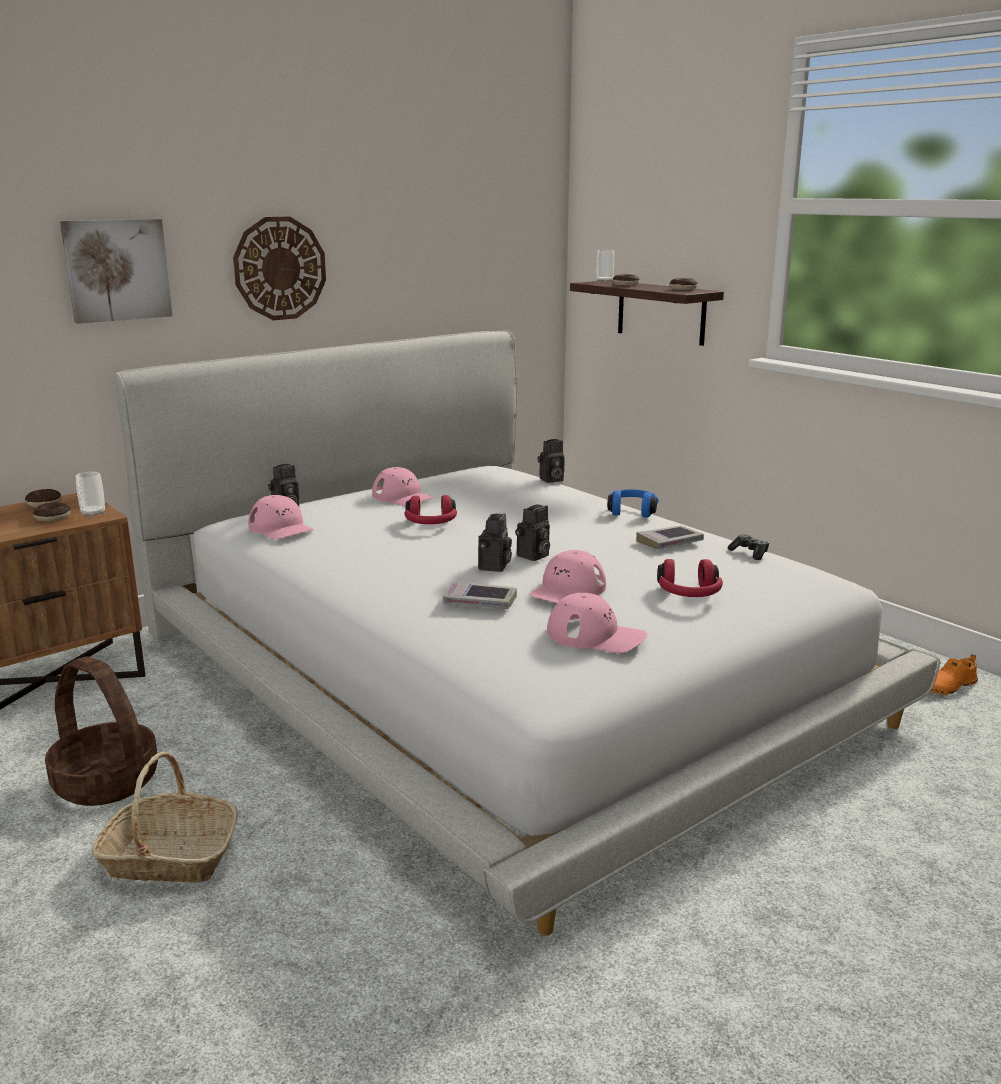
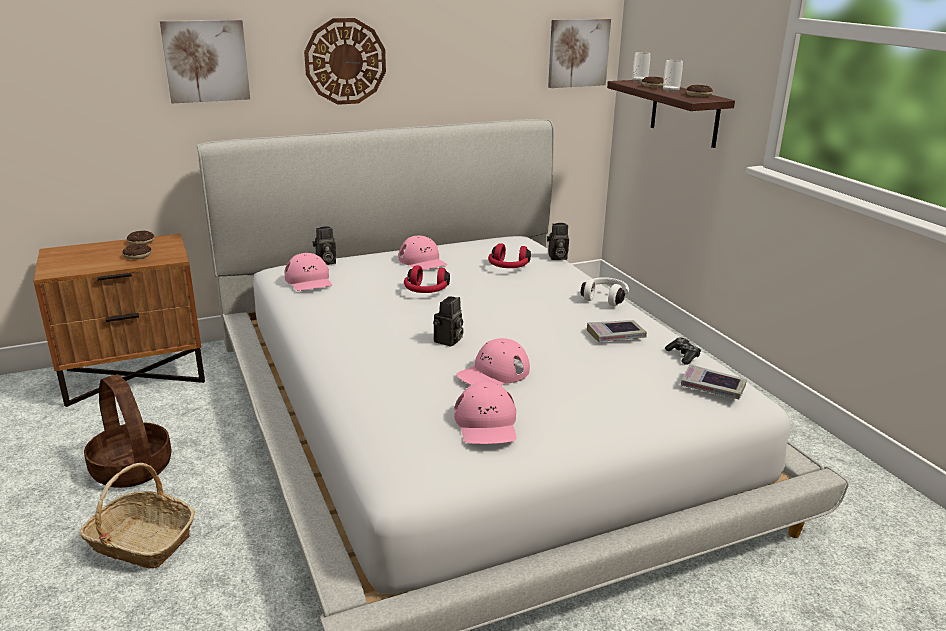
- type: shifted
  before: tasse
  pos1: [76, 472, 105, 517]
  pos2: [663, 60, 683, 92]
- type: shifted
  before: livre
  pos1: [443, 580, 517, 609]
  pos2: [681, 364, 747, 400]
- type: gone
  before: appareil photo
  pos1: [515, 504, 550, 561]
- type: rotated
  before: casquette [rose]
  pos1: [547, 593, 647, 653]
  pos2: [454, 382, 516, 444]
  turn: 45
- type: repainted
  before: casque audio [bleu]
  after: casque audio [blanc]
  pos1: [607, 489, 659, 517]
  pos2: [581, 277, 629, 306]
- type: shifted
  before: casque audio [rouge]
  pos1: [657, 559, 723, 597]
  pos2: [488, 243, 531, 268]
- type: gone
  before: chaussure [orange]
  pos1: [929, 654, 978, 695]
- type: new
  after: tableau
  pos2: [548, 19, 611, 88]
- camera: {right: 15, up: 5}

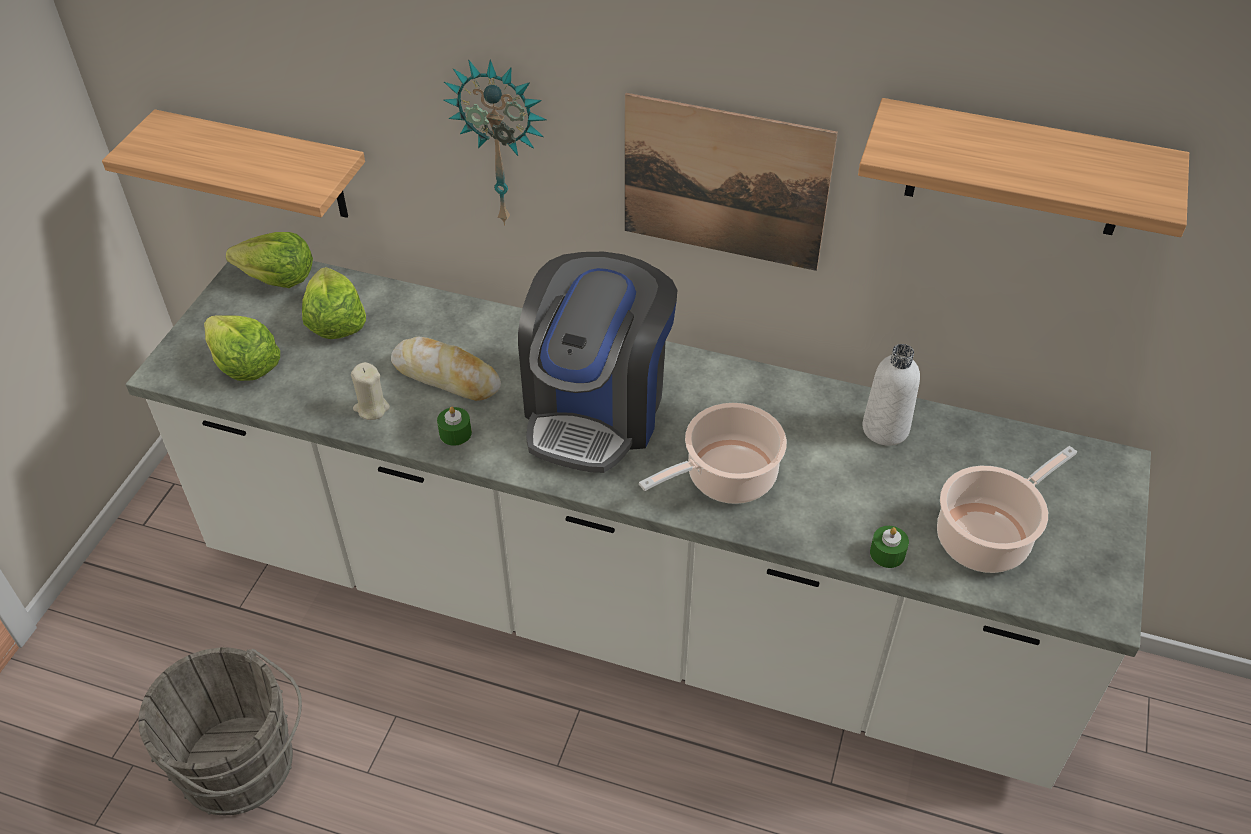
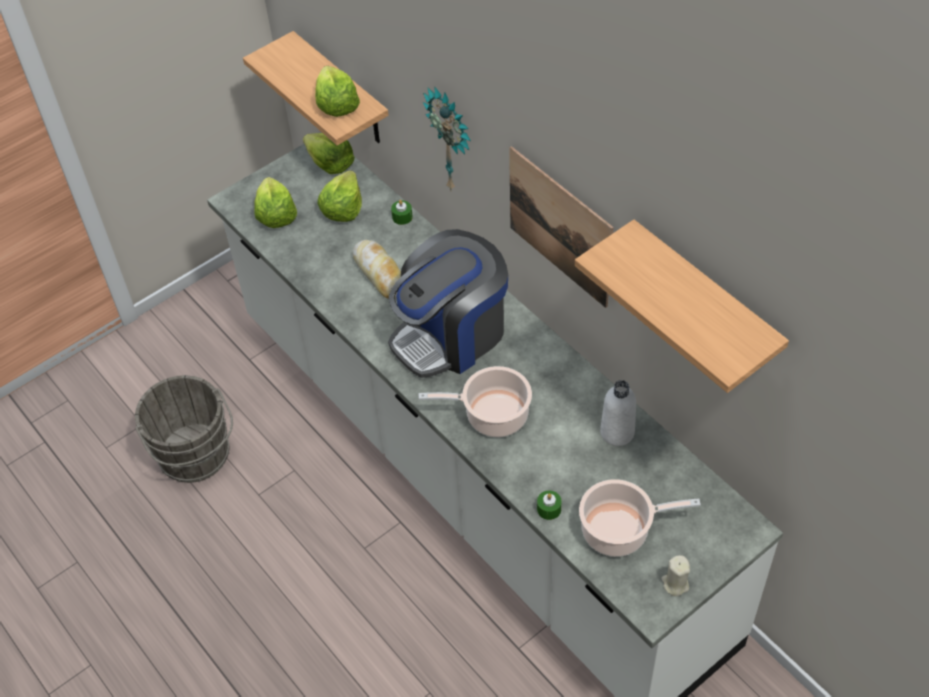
- type: shifted
  before: bougie [beige]
  pos1: [351, 362, 390, 420]
  pos2: [661, 555, 690, 596]
- type: shifted
  before: bougie [vert]
  pos1: [437, 407, 472, 446]
  pos2: [391, 200, 413, 225]
- type: new
  after: laitue
  pos2: [315, 66, 360, 117]
- camera: {right: 35, up: 5}

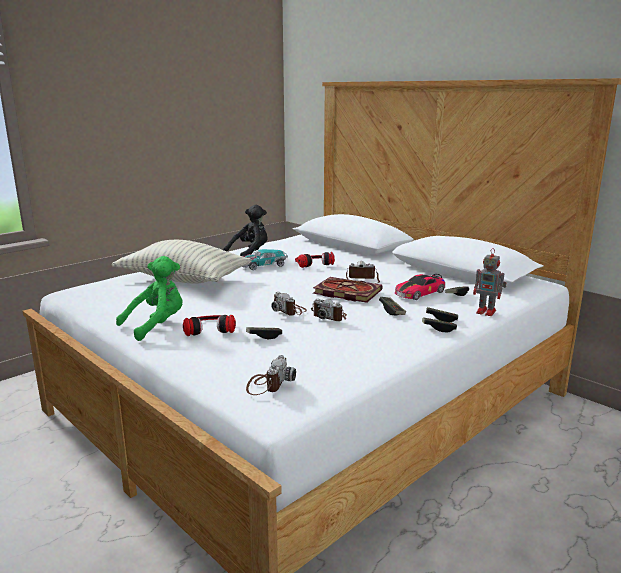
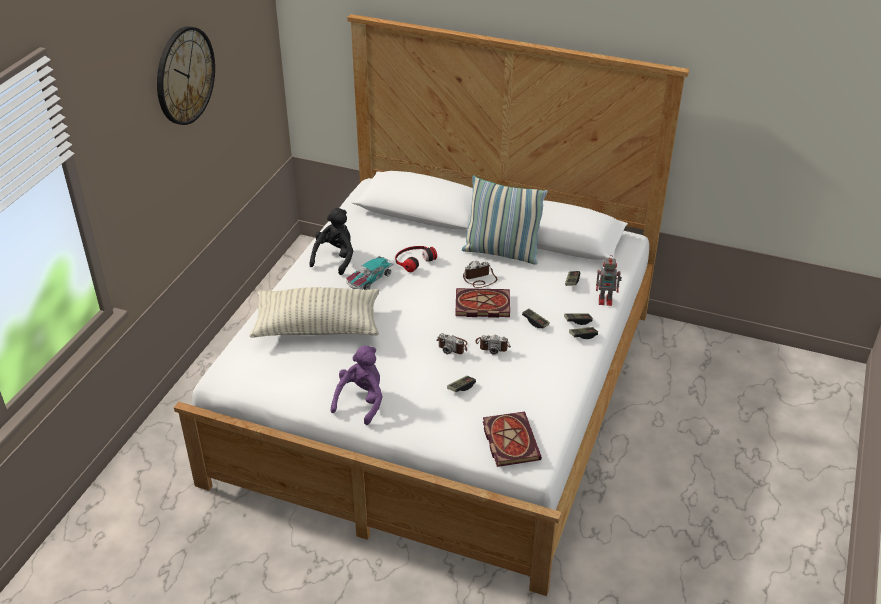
- type: repainted
  before: peluche [vert]
  after: peluche [violet]
  pos1: [116, 256, 183, 341]
  pos2: [331, 346, 383, 425]
- type: gone
  before: casque audio
  pos1: [183, 315, 236, 336]
- type: swapped
  before: appareil photo
  after: livre
  pos1: [246, 355, 296, 395]
  pos2: [483, 412, 542, 467]
- type: gone
  before: petite voiture
  pos1: [395, 274, 445, 300]
- type: new
  after: horloge murale
  pos2: [157, 26, 215, 125]
- type: new
  after: coussin
  pos2: [462, 175, 548, 265]
- camera: {right: -25, up: 20}

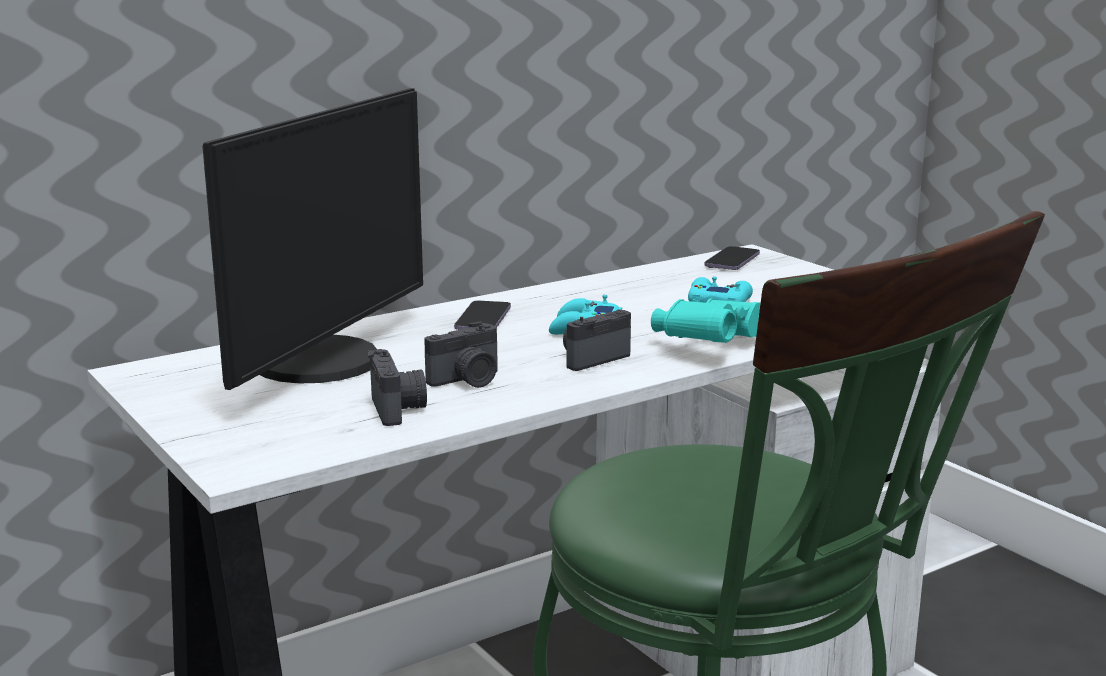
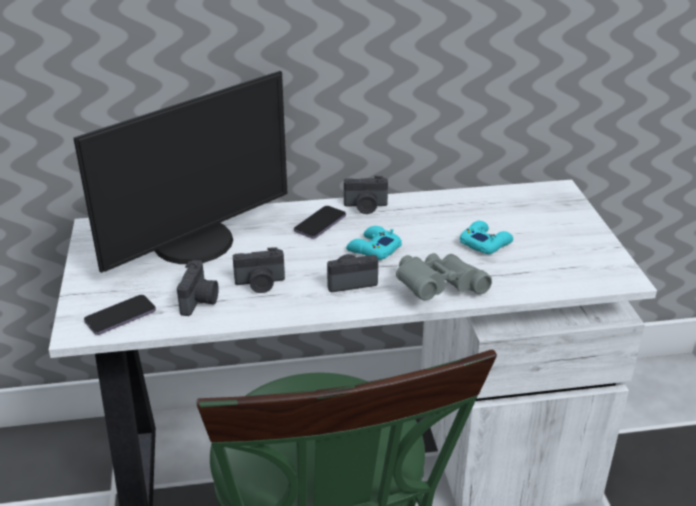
- type: repainted
  before: jumelles [turquoise]
  after: jumelles [gris]
  pos1: [651, 298, 761, 343]
  pos2: [396, 253, 492, 300]
- type: shifted
  before: téléphone
  pos1: [705, 246, 760, 270]
  pos2: [84, 295, 156, 335]
- type: new
  after: appareil photo
  pos2: [344, 176, 388, 214]
- camera: {right: 25, up: 15}

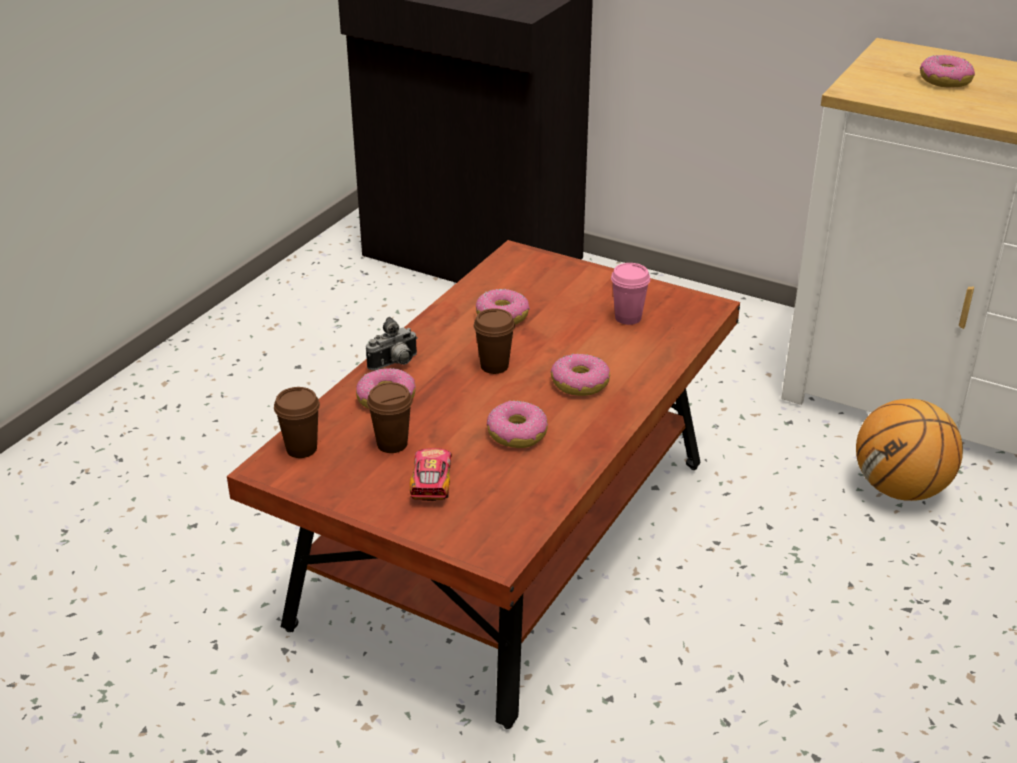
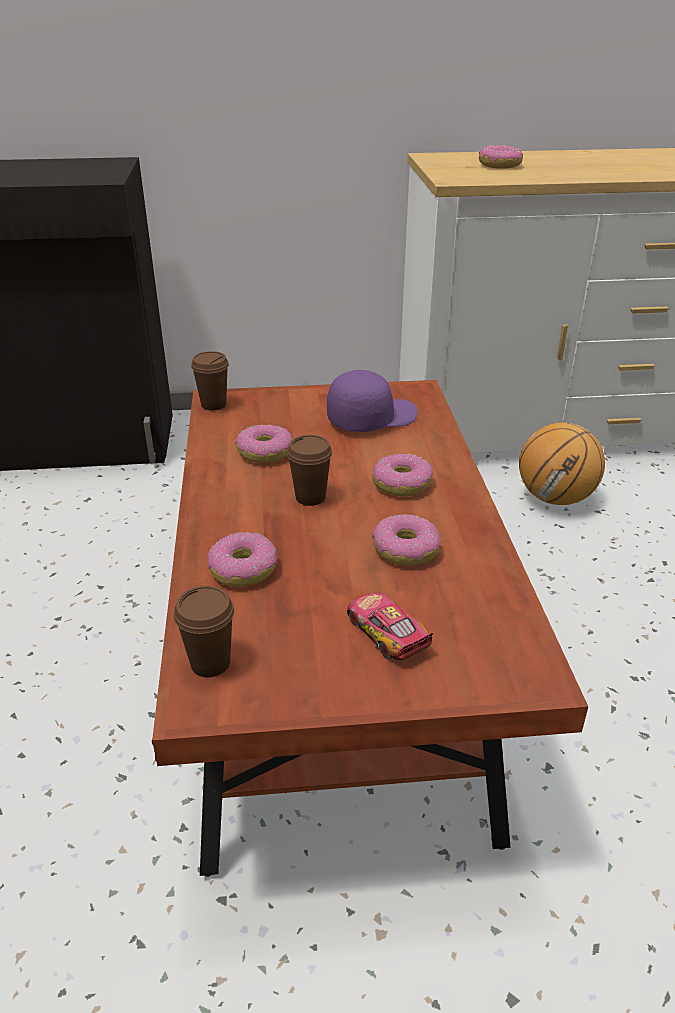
- type: gone
  before: appareil photo
  pos1: [366, 317, 418, 370]
- type: shifted
  before: tasse [marron]
  pos1: [367, 382, 413, 453]
  pos2: [191, 351, 229, 411]
- type: swapped
  before: tasse [rose]
  after: casquette [violet]
  pos1: [611, 263, 650, 325]
  pos2: [327, 370, 417, 432]
- camera: {right: -35, up: 0}

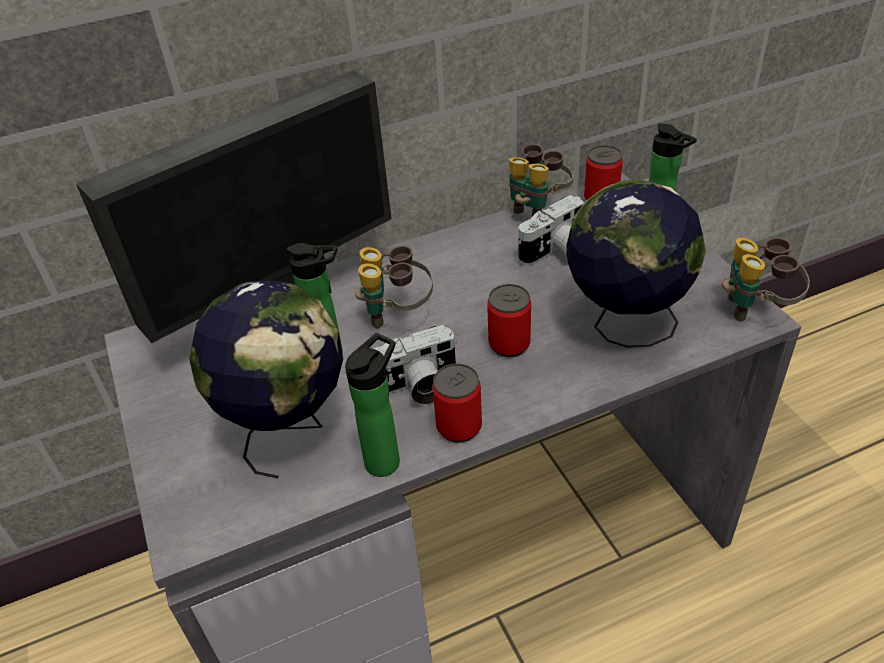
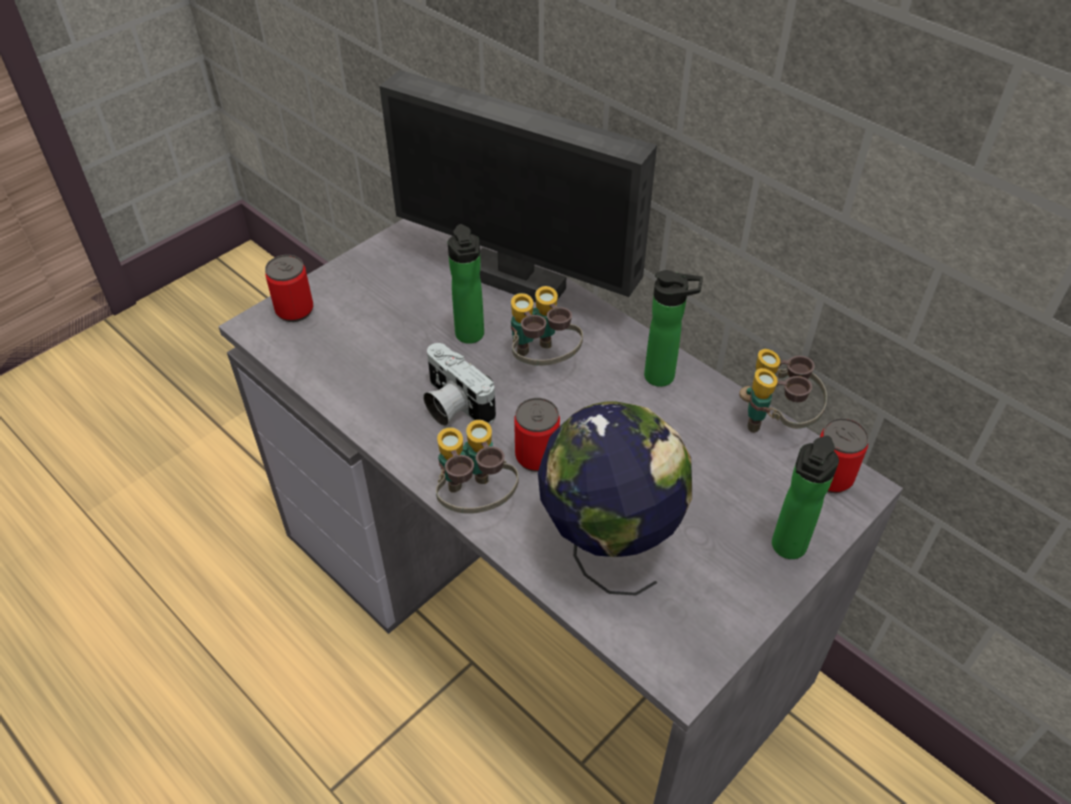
- type: gone
  before: globe
  pos1: [189, 281, 343, 478]
- type: shifted
  before: bouteille
  pos1: [345, 333, 400, 477]
  pos2: [644, 270, 703, 387]
- type: shifted
  before: boîte métallique
  pos1: [432, 363, 482, 443]
  pos2: [265, 255, 313, 322]
- type: gone
  before: appareil photo
  pos1: [518, 195, 584, 265]
- type: shifted
  before: jumelles
  pos1: [722, 238, 810, 322]
  pos2: [436, 420, 519, 514]
- camera: {right: 65, up: 5}

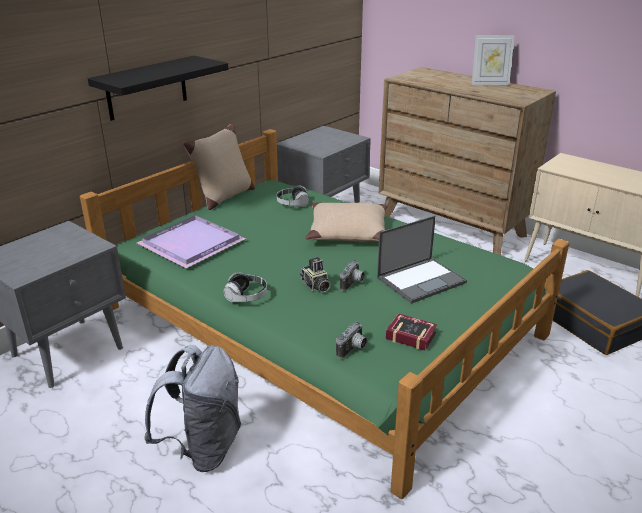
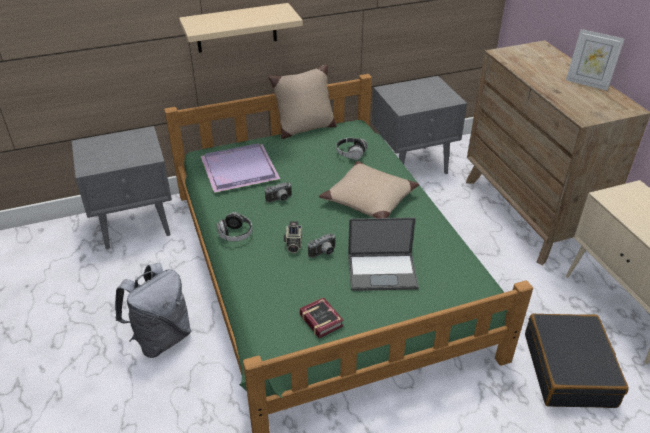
- type: repainted
  before: étagère [noir]
  after: étagère [beige]
  pos1: [88, 56, 228, 121]
  pos2: [179, 3, 303, 53]
- type: shifted
  before: appareil photo
  pos1: [336, 321, 367, 358]
  pos2: [265, 182, 292, 202]
- camera: {right: 30, up: 10}

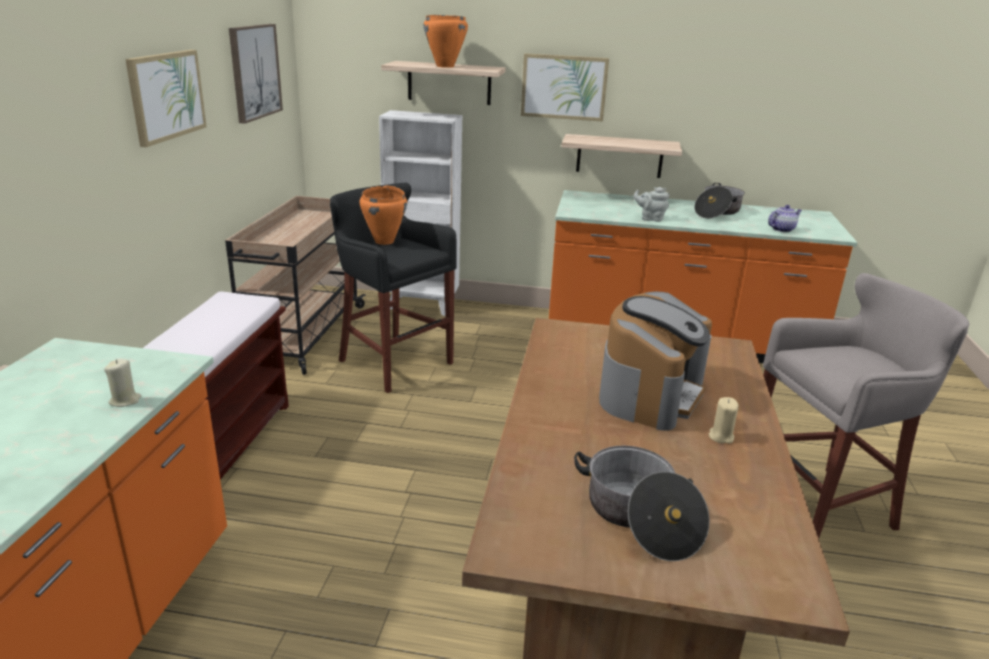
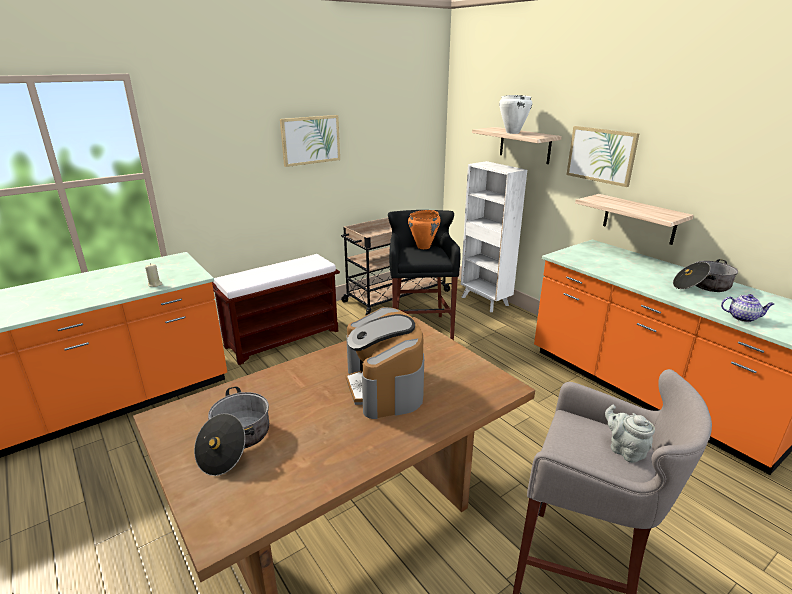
- type: gone
  before: tableau
  pos1: [229, 24, 283, 124]
- type: repainted
  before: marmite [orange]
  after: marmite [blanc]
  pos1: [424, 15, 468, 68]
  pos2: [499, 95, 532, 134]
- type: rotated
  before: machine à café
  pos1: [599, 292, 712, 431]
  pos2: [346, 307, 424, 419]
  turn: 90
- type: shifted
  before: théière [gris]
  pos1: [633, 187, 669, 222]
  pos2: [605, 405, 655, 463]
- type: gone
  before: bougie [beige]
  pos1: [709, 397, 739, 444]
- camera: {right: 45, up: 0}

